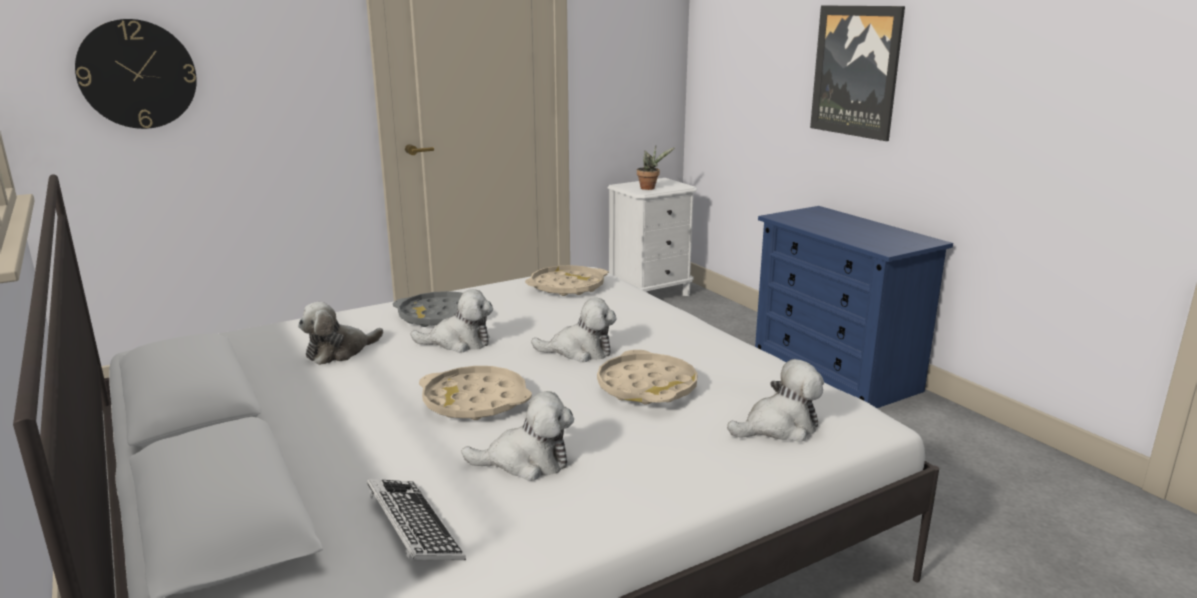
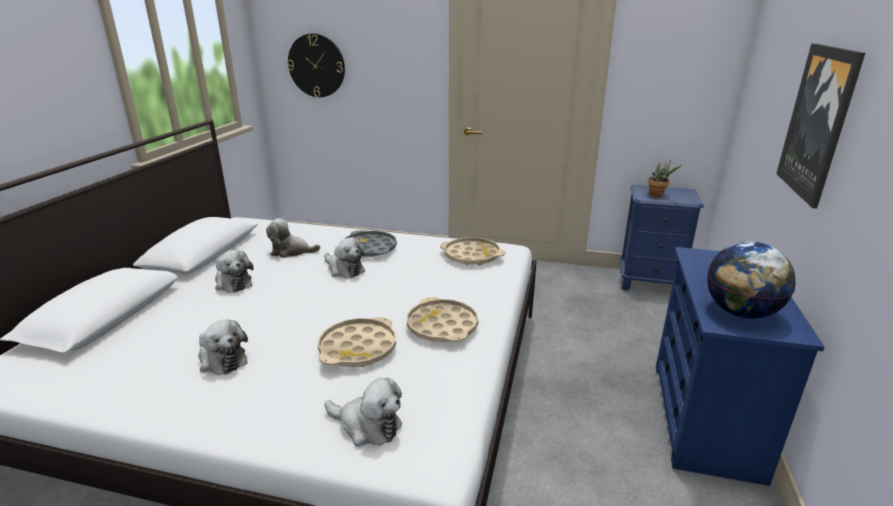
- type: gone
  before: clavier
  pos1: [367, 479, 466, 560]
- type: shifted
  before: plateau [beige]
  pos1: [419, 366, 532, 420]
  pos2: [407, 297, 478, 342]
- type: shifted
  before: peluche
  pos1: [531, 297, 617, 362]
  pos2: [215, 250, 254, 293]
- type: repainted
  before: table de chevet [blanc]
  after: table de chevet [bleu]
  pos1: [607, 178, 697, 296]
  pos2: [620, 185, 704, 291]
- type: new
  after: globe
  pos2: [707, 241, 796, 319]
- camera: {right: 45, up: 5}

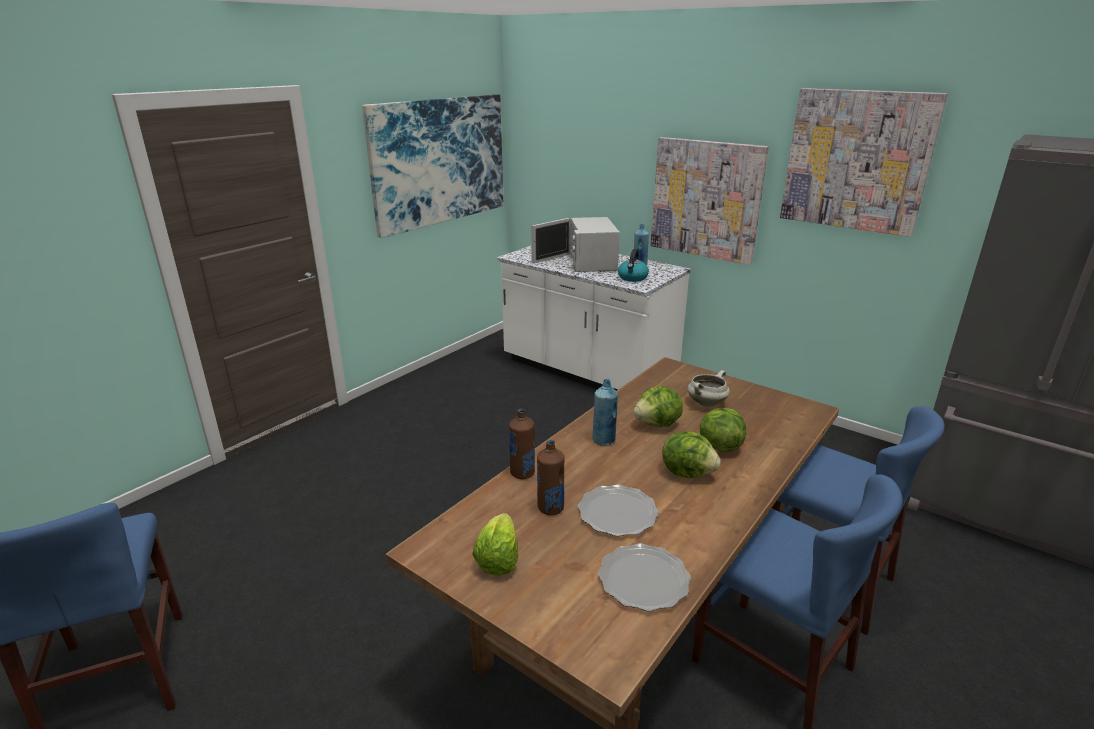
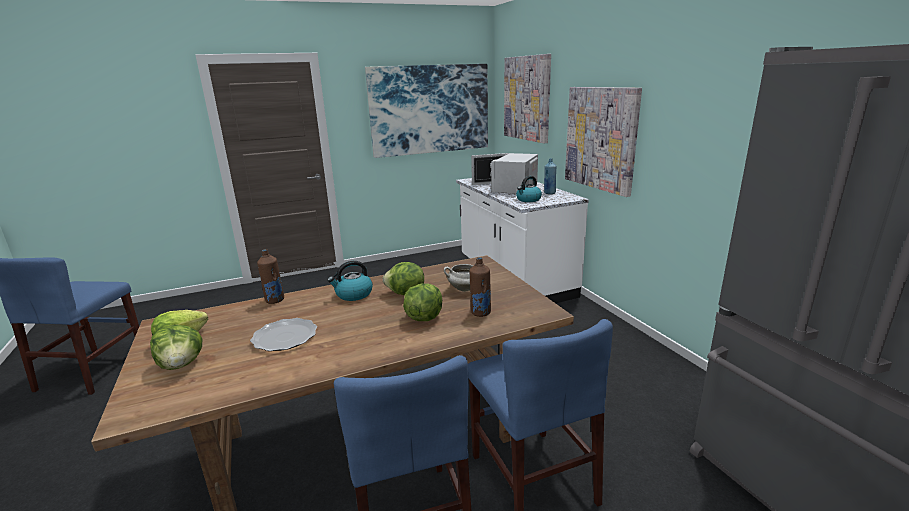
- type: shifted
  before: bouteille [marron]
  pos1: [537, 440, 564, 515]
  pos2: [469, 257, 491, 317]
- type: swapped
  before: bouteille [bleu]
  after: bouilloire
  pos1: [593, 379, 618, 446]
  pos2: [328, 261, 373, 301]
- type: gone
  before: assiette
  pos1: [598, 543, 691, 611]
- type: shifted
  before: laitue
  pos1: [662, 431, 721, 478]
  pos2: [150, 325, 202, 370]
- type: shifted
  before: tableau
  pos1: [780, 88, 948, 237]
  pos2: [504, 54, 551, 143]
- camera: {right: 30, up: -5}

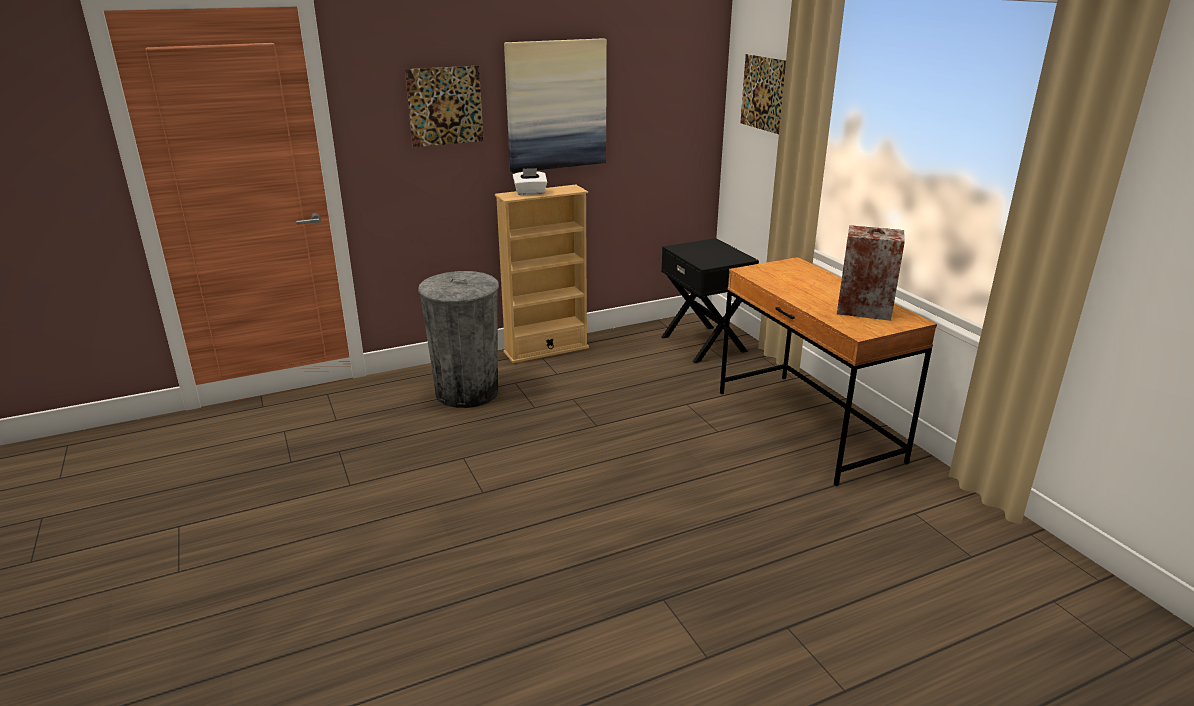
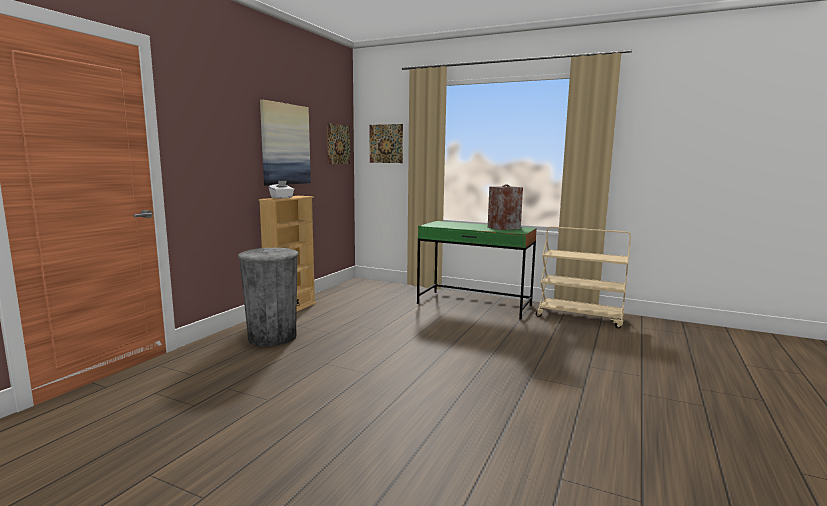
- type: shifted
  before: tableau
  pos1: [405, 66, 484, 147]
  pos2: [327, 123, 350, 164]
- type: gone
  before: table de chevet [noir]
  pos1: [661, 238, 759, 363]
- type: repainted
  before: bureau [marron]
  after: bureau [vert]
  pos1: [720, 257, 937, 486]
  pos2: [417, 221, 537, 320]
- type: new
  after: chariot [beige]
  pos2: [536, 226, 631, 328]
- camera: {right: -40, up: -15}

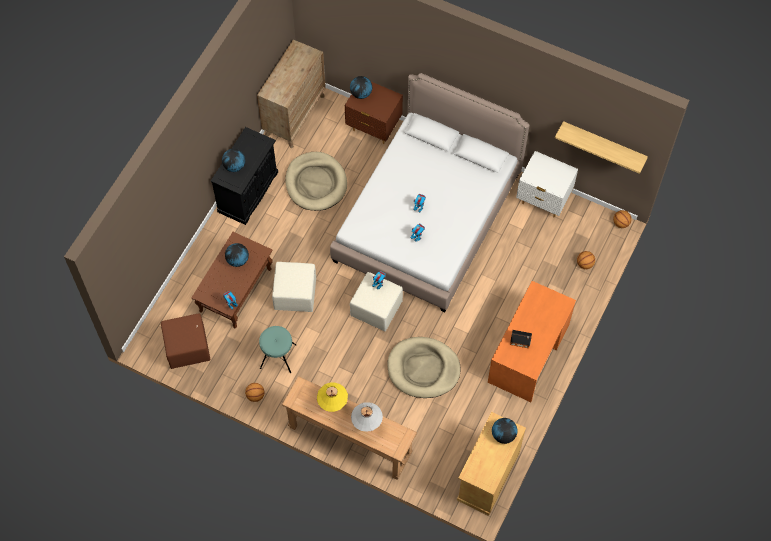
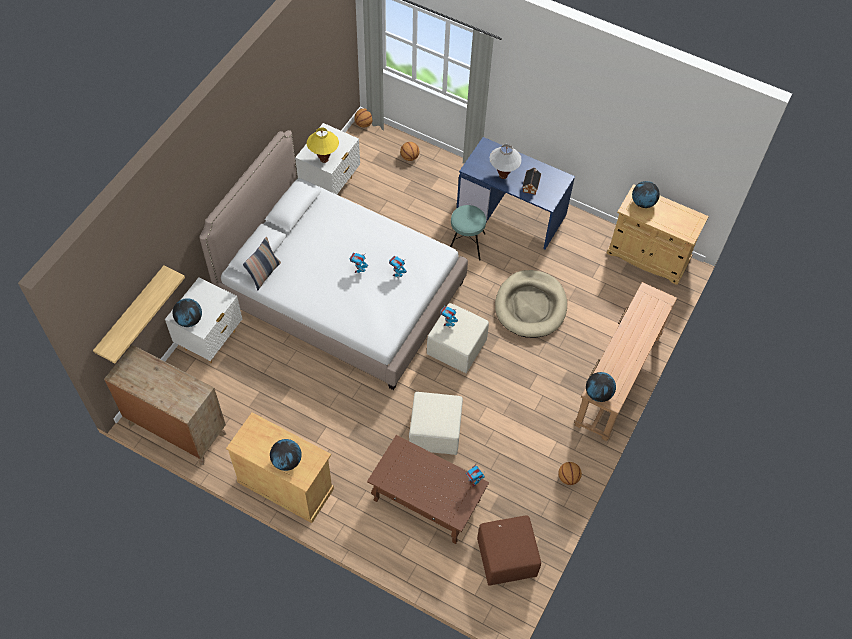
- type: repainted
  before: meuble de rangement [noir]
  after: meuble de rangement [beige]
  pos1: [211, 127, 278, 225]
  pos2: [226, 412, 334, 523]
- type: shifted
  before: globe
  pos1: [225, 243, 249, 267]
  pos2: [586, 372, 616, 402]
- type: shifted
  before: tabouret [turquoise]
  pos1: [259, 326, 296, 373]
  pos2: [450, 205, 486, 261]
- type: gone
  before: panier pour chien [beige]
  pos1: [285, 152, 347, 211]
- type: shifted
  before: lampe de table [jaune]
  pos1: [317, 382, 348, 412]
  pos2: [307, 128, 339, 163]
- type: repainted
  before: table de chevet [marron]
  after: table de chevet [blanc]
  pos1: [345, 82, 403, 144]
  pos2: [165, 277, 242, 363]
- type: shifted
  before: lampe de table [blanc]
  pos1: [351, 402, 383, 431]
  pos2: [490, 144, 521, 179]
- type: repainted
  before: bureau [orange]
  after: bureau [bleu]
  pos1: [488, 281, 576, 402]
  pos2: [456, 137, 575, 249]
- type: shifted
  before: étagère
  pos1: [555, 121, 648, 174]
  pos2: [93, 266, 185, 363]
- type: new
  after: coussin
  pos2: [243, 237, 281, 290]
- camera: {right: -90, up: -5}

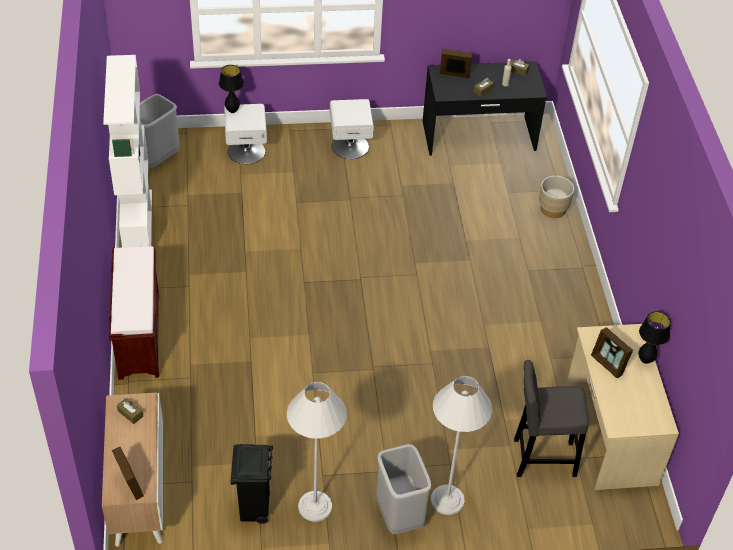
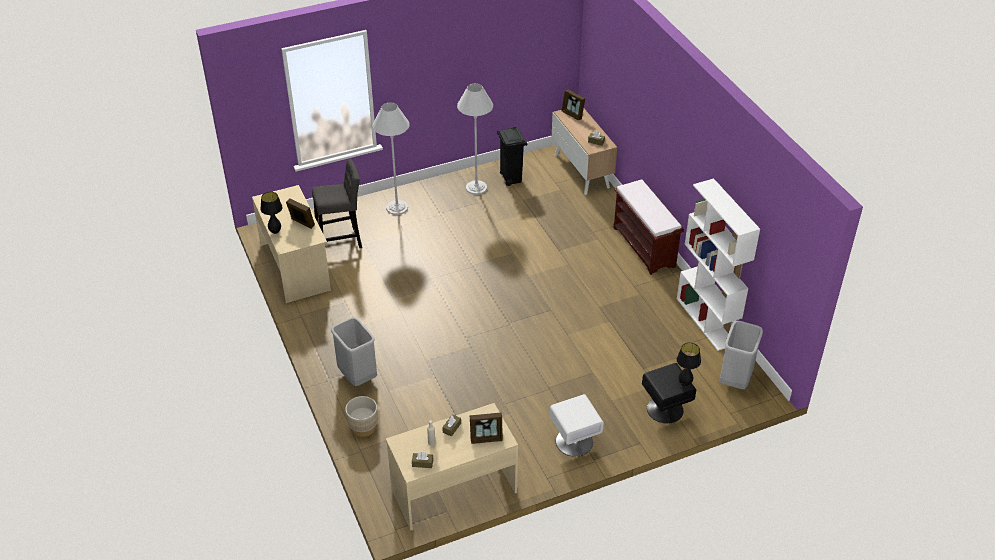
- type: repainted
  before: table de chevet [blanc]
  after: table de chevet [noir]
  pos1: [224, 104, 267, 164]
  pos2: [642, 363, 696, 424]
- type: shifted
  before: poubelle [gris]
  pos1: [376, 444, 431, 534]
  pos2: [331, 317, 377, 386]
- type: repainted
  before: bureau [noir]
  after: bureau [beige]
  pos1: [423, 61, 547, 155]
  pos2: [386, 403, 518, 531]
- camera: {right: 165, up: -5}

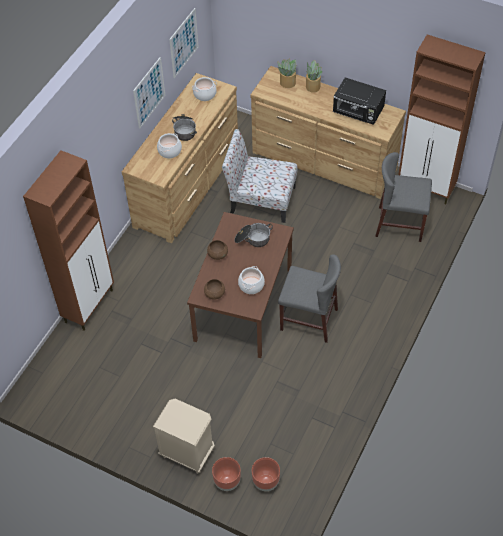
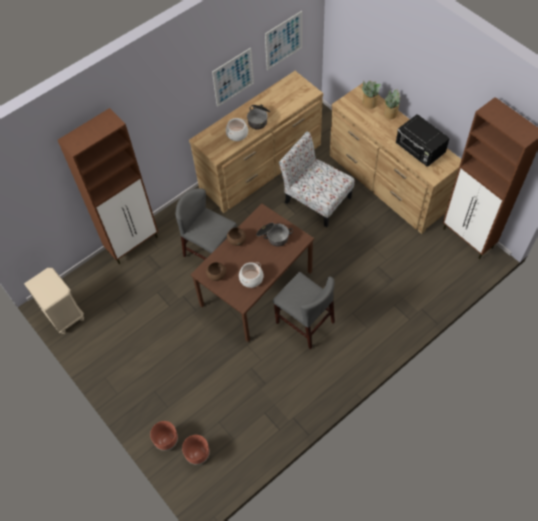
- type: shifted
  before: table de chevet [beige]
  pos1: [153, 399, 215, 474]
  pos2: [24, 268, 84, 334]
- type: gone
  before: marmite
  pos1: [192, 77, 217, 101]
- type: shifted
  before: chaise [gris]
  pos1: [375, 152, 432, 242]
  pos2: [176, 188, 237, 260]
- camera: {right: 25, up: 5}

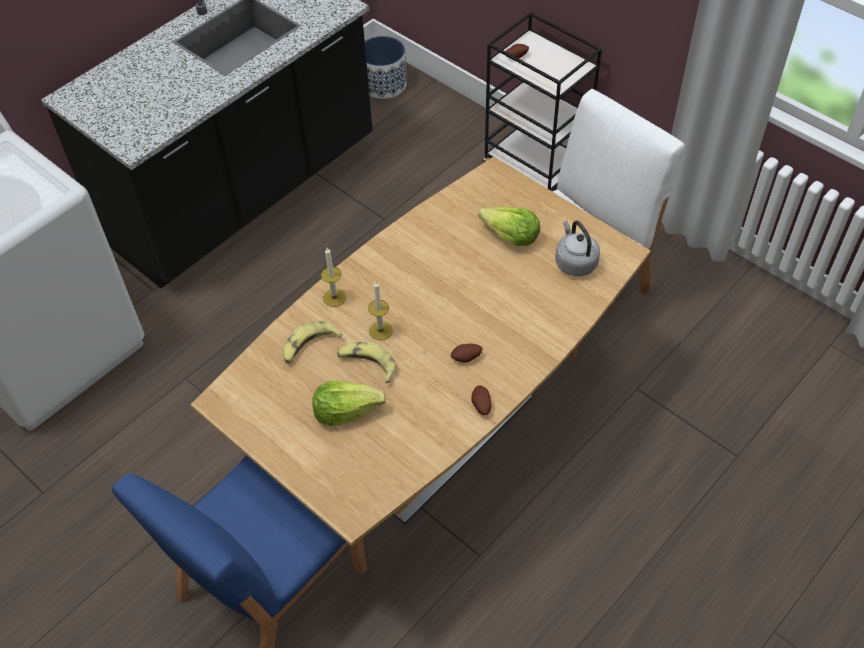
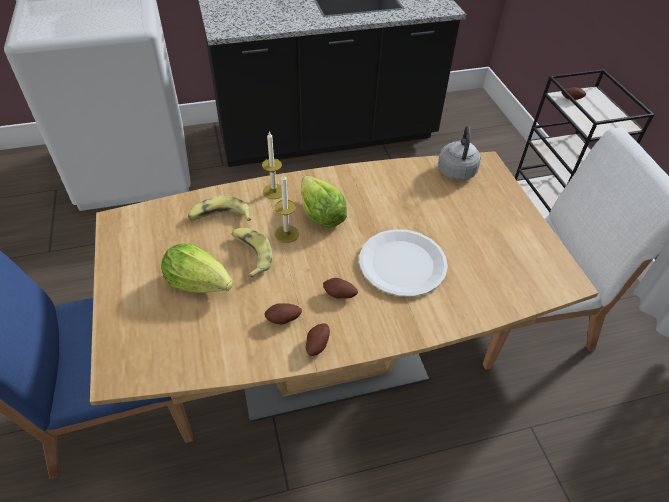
- type: gone
  before: cache-pot
  pos1: [365, 36, 407, 99]
- type: shifted
  before: laitue
  pos1: [478, 207, 540, 246]
  pos2: [301, 176, 347, 228]
- type: shifted
  before: bouilloire [gris]
  pos1: [556, 220, 600, 276]
  pos2: [438, 126, 481, 180]
- type: new
  after: pomme de terre
  pos2: [264, 303, 302, 324]
- type: new
  after: assiette [blanc]
  pos2: [359, 229, 448, 297]
- camera: {right: 30, up: -5}

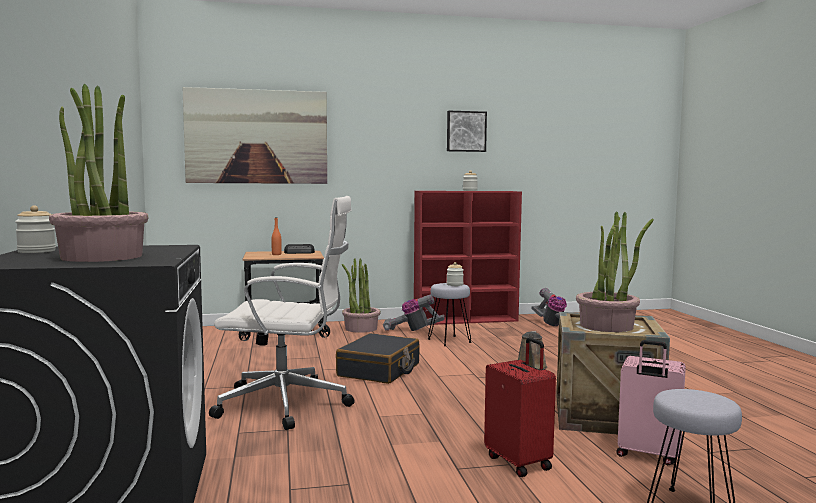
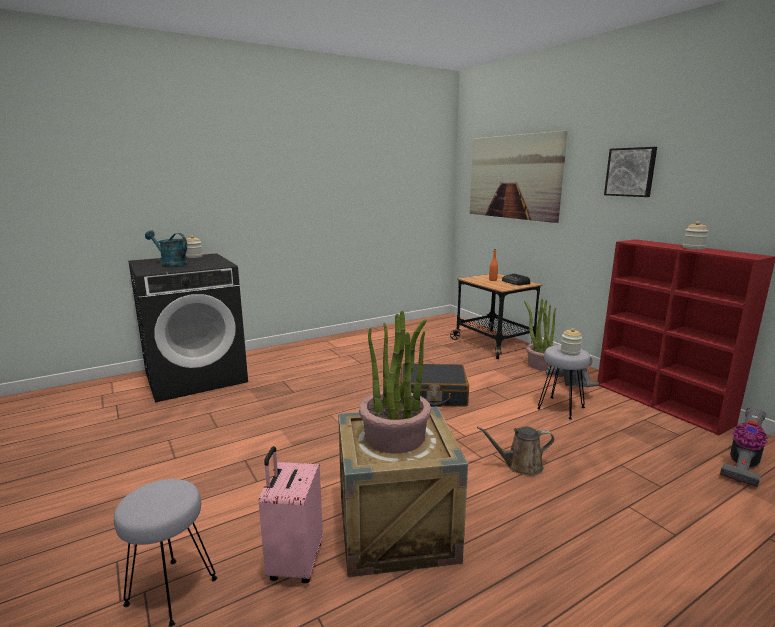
- type: swapped
  before: plante en pot
  after: arrosoir [turquoise]
  pos1: [49, 84, 148, 262]
  pos2: [145, 230, 188, 268]
- type: gone
  before: chaise de bureau [blanc]
  pos1: [209, 196, 355, 430]
- type: shifted
  before: tableau
  pos1: [447, 111, 487, 152]
  pos2: [604, 147, 657, 197]
- type: gone
  before: valise [rouge]
  pos1: [484, 337, 556, 477]
- camera: {right: 70, up: 10}

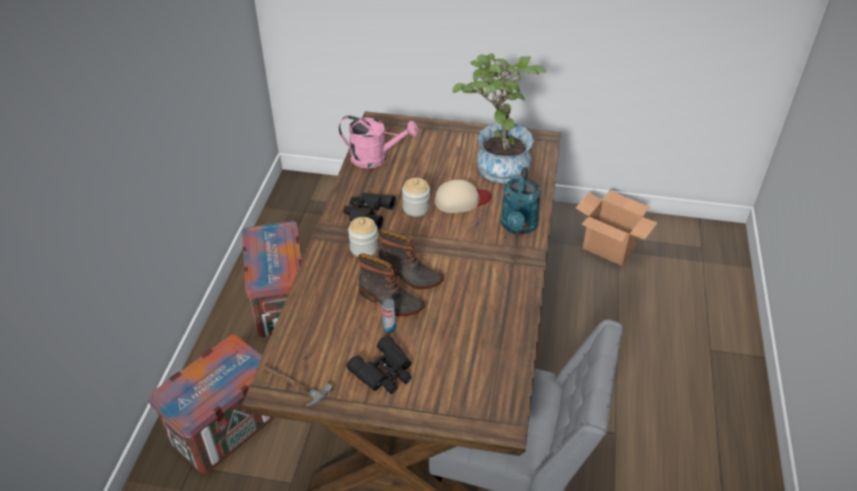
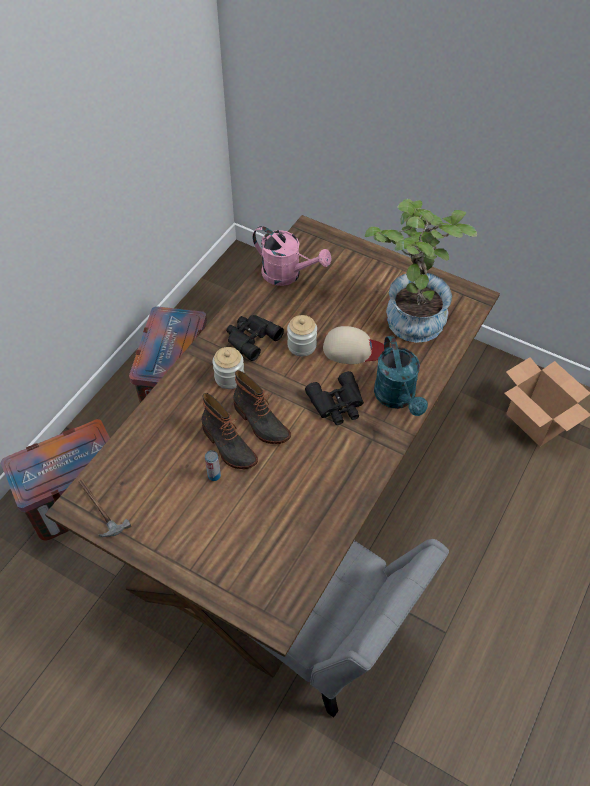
- type: shifted
  before: jumelles [noir]
  pos1: [346, 335, 412, 394]
  pos2: [305, 371, 364, 425]
- type: rotated
  before: arrosoir [turquoise]
  pos1: [501, 167, 541, 235]
  pos2: [374, 335, 428, 416]
  turn: -45
- camera: {right: 20, up: 10}

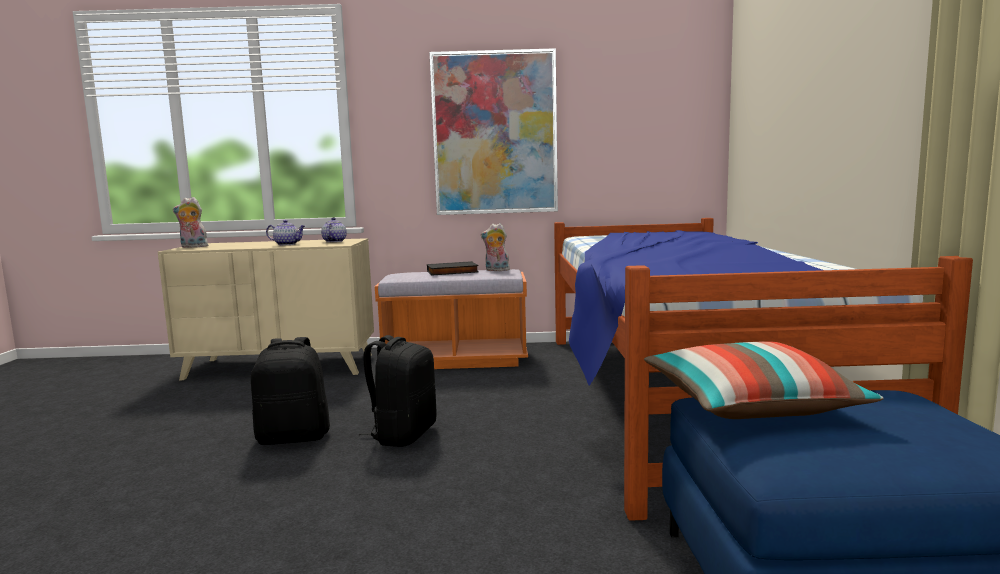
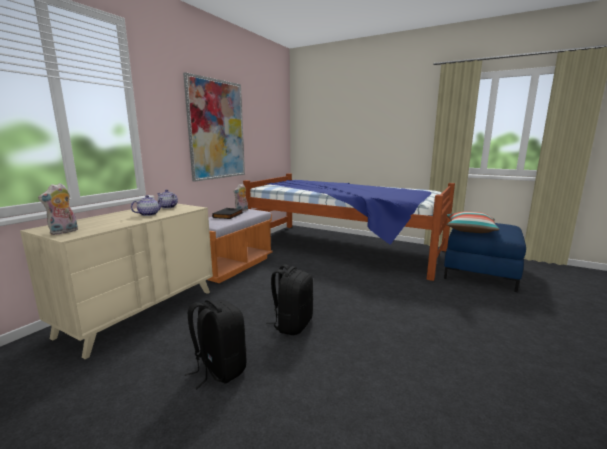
- type: shifted
  before: sac à dos [noir]
  pos1: [359, 335, 436, 447]
  pos2: [185, 299, 246, 389]
- camera: {right: -60, up: 5}

